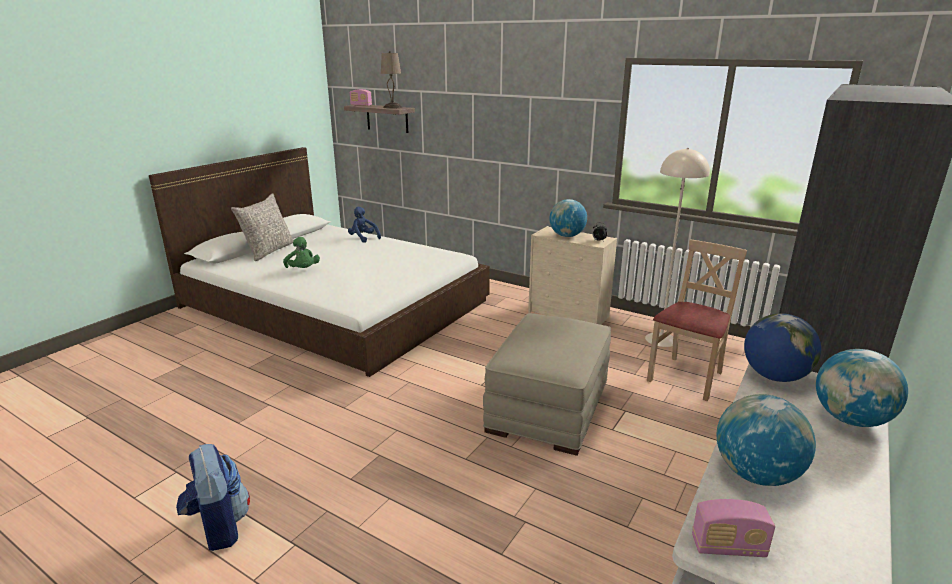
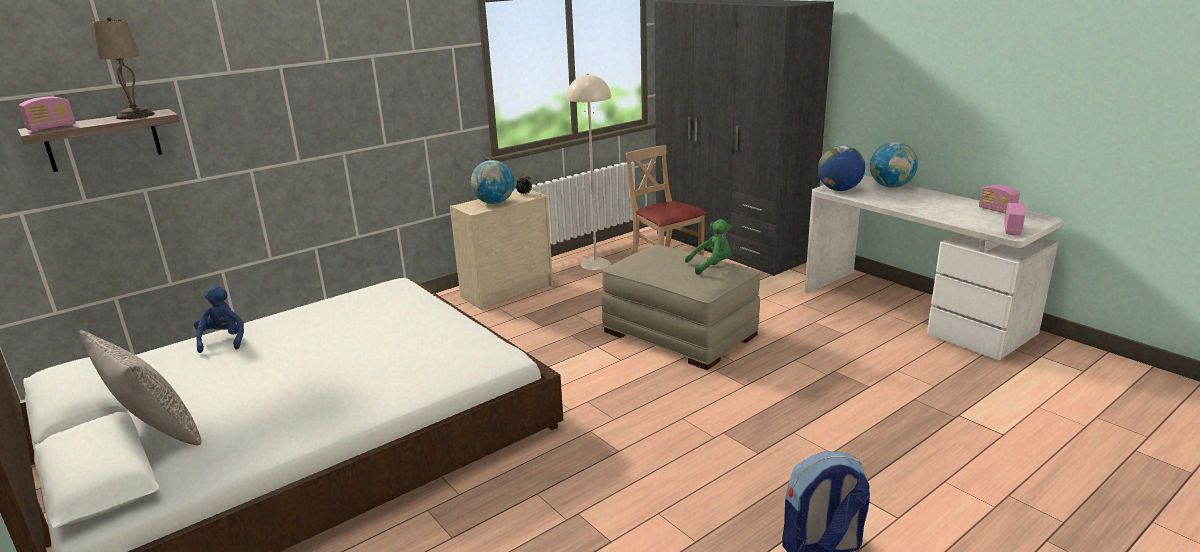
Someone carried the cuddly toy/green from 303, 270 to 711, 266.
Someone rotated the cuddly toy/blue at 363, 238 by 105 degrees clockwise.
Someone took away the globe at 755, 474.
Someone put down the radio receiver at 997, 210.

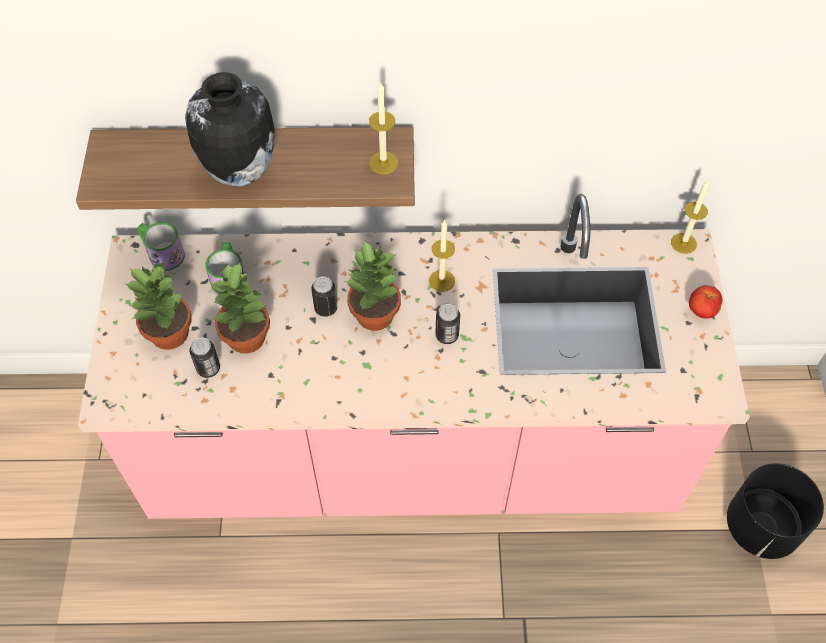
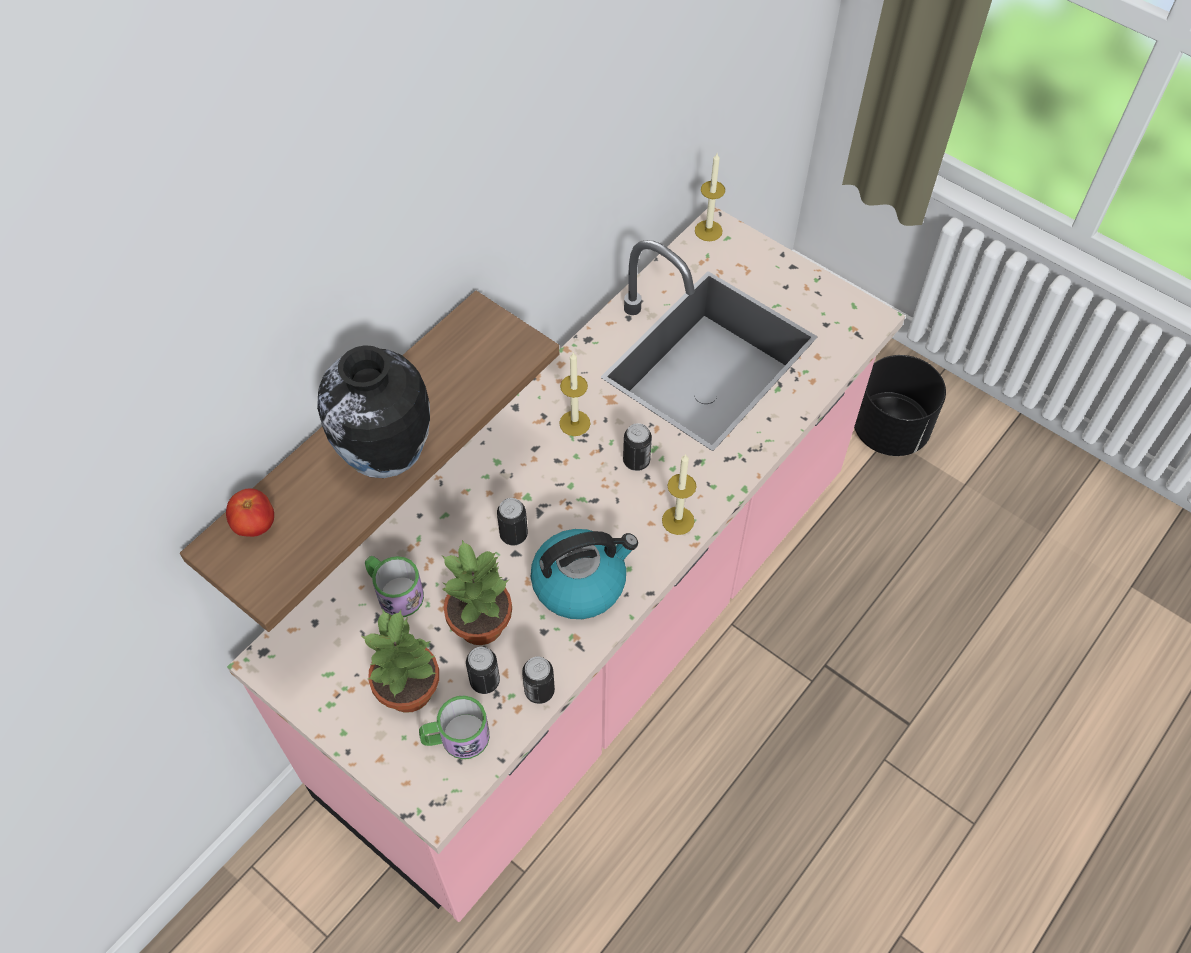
Someone carried the coffee mug from 162, 253 to 456, 738.
Someone took away the potted plant at 375, 316.
Someone carried the candle from 383, 163 to 678, 520.
Someone carried the fresh tomato from 701, 310 to 255, 525.
Someone put down the sealed can at 539, 691.
Someone put down the tea kettle at 580, 582.

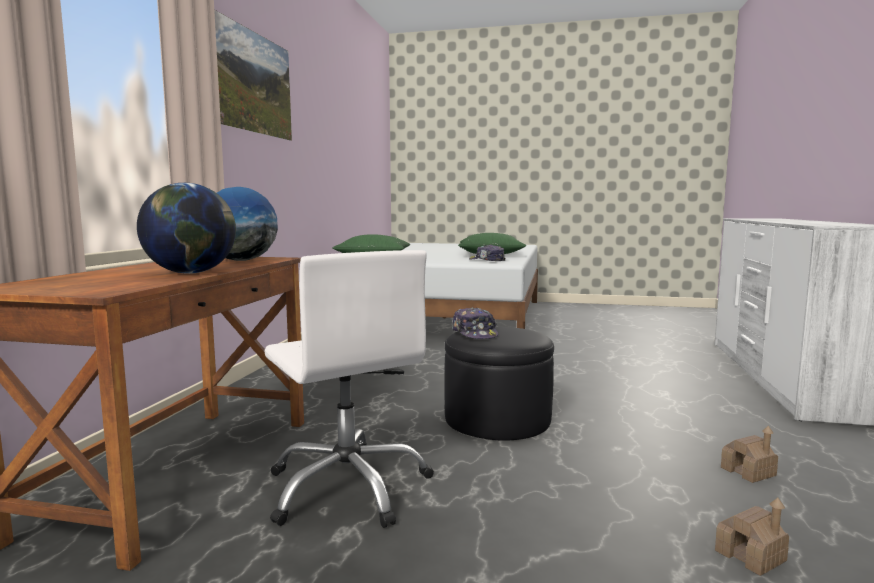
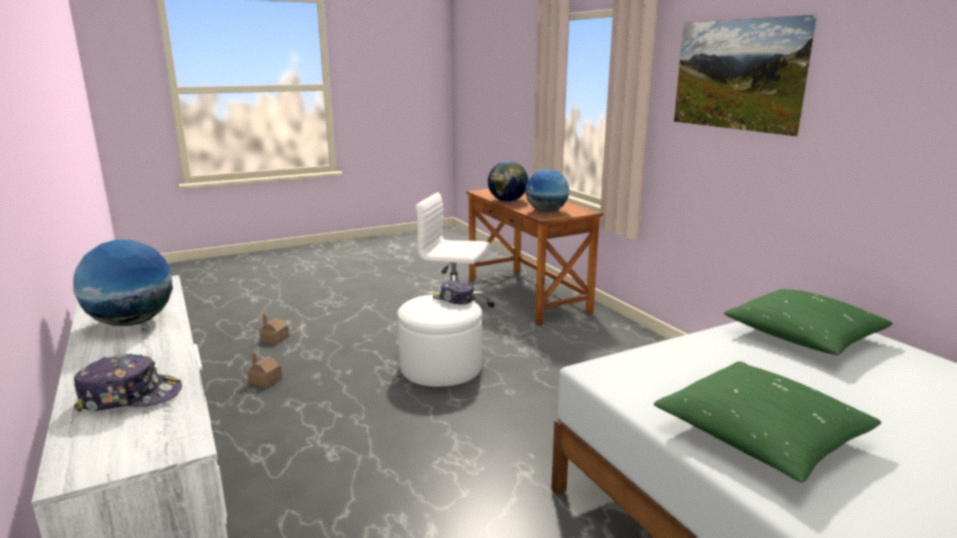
Someone repainted the pouffe/blackish at 497, 419, which became the pouffe/white-coloured at 441, 367.
Someone carried the peaked cap from 487, 261 to 130, 396.
Someone put down the globe at 132, 322.

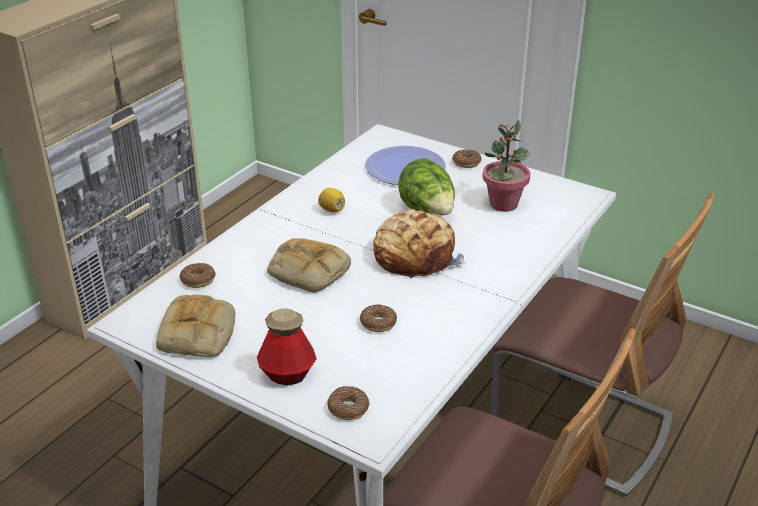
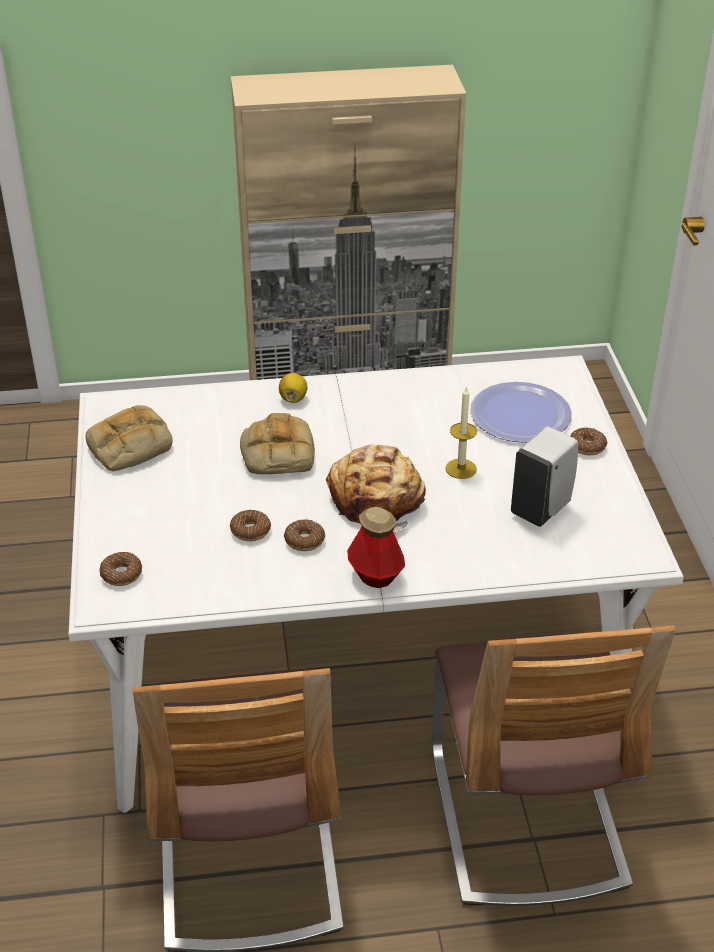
Someone carried the donut from 198, 280 to 304, 540.
Someone carried the drink bottle from 287, 374 to 375, 575.
Someone carried the citrus fruit from 332, 210 to 293, 398.
Someone swapped the head of lettuce at 428, 212 for the candle at 461, 469.
Someone swapped the potted plant at 503, 204 for the soap bottle/white-coloured at 542, 508.

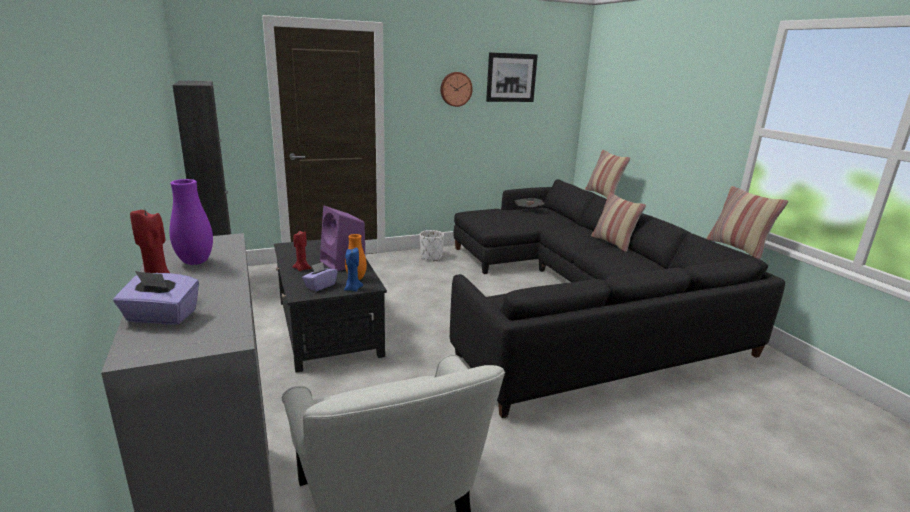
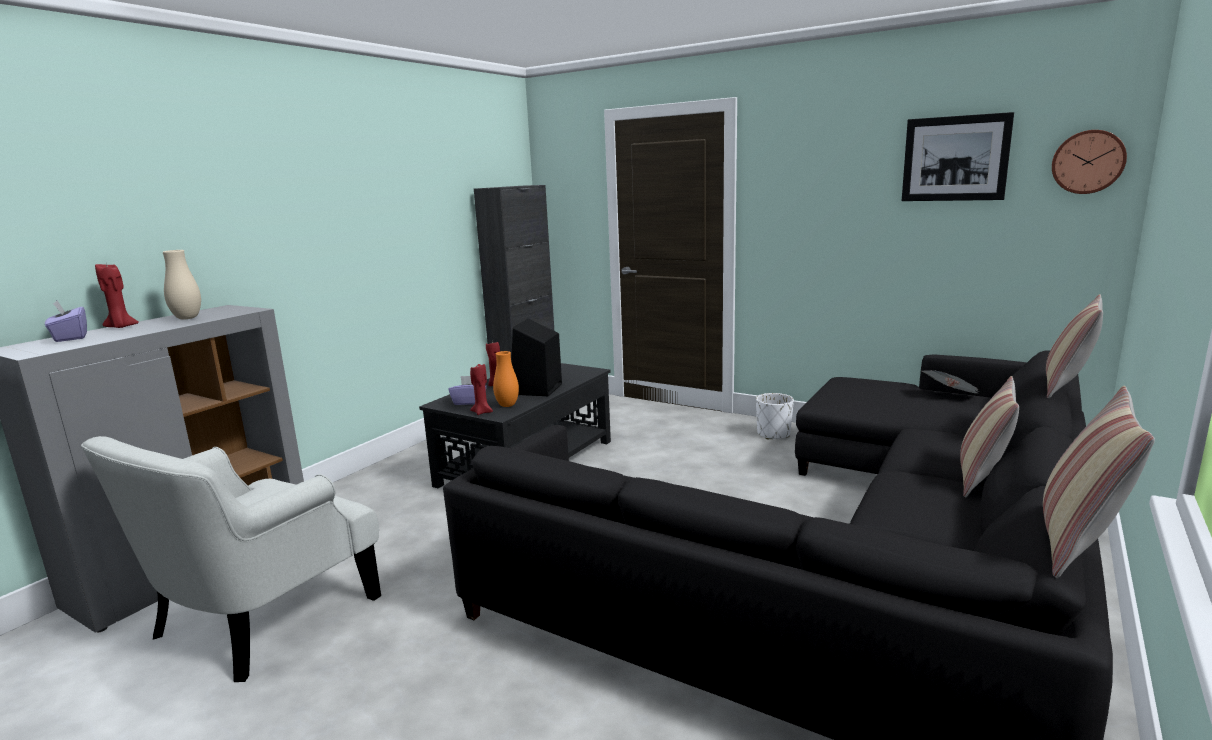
Someone repainted the decorative vase/purple at 195, 262, which became the decorative vase/beige-coloured at 187, 318.
Someone repainted the speaker/purple at 343, 263, which became the speaker/blackish at 536, 389.
Someone repainted the candle/blue at 352, 289, which became the candle/reddish at 482, 412.
Someone carried the hanging clock from 455, 89 to 1087, 162.

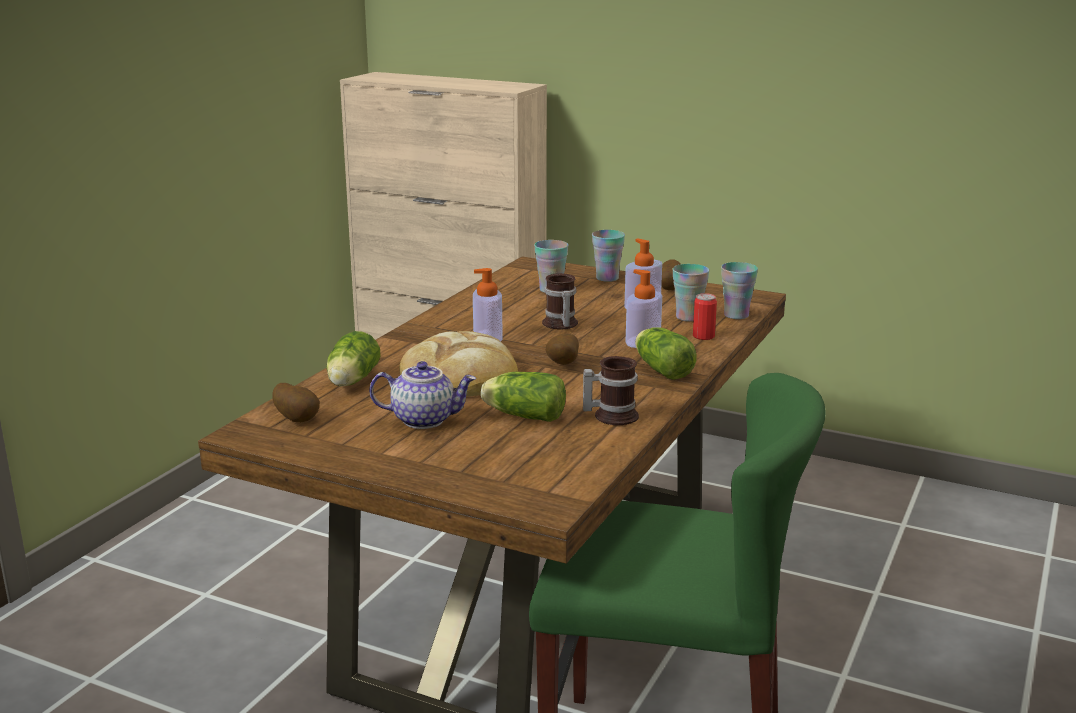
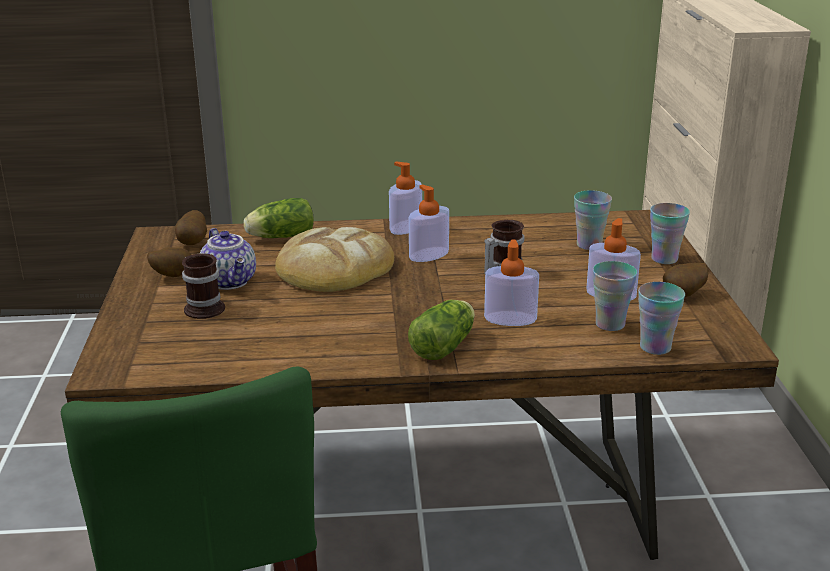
Someone took away the head of lettuce at 522, 416.
Someone carried the spud from 561, 365 to 172, 276.
Someone carried the coffee mug from 611, 415 to 204, 307.
Someone took away the sealed can at 703, 336.
Someone put down the soap bottle at 406, 227.

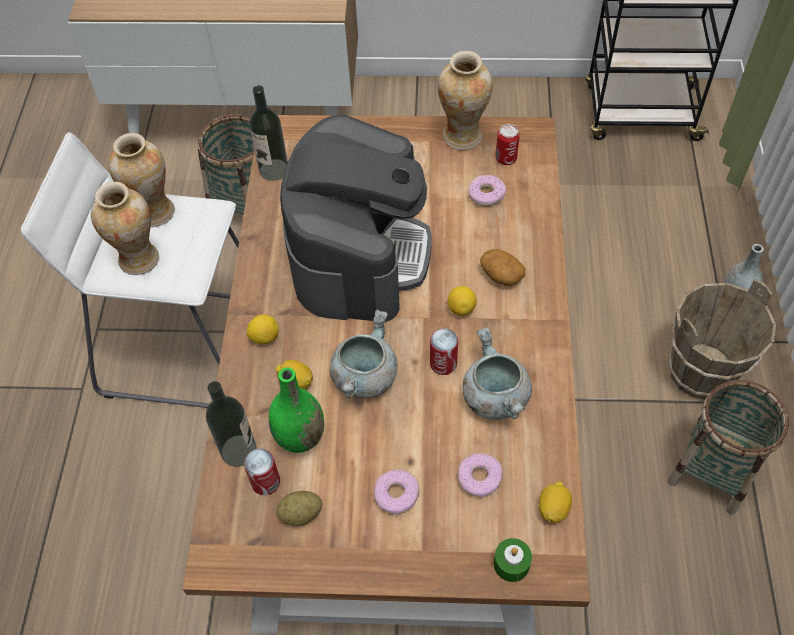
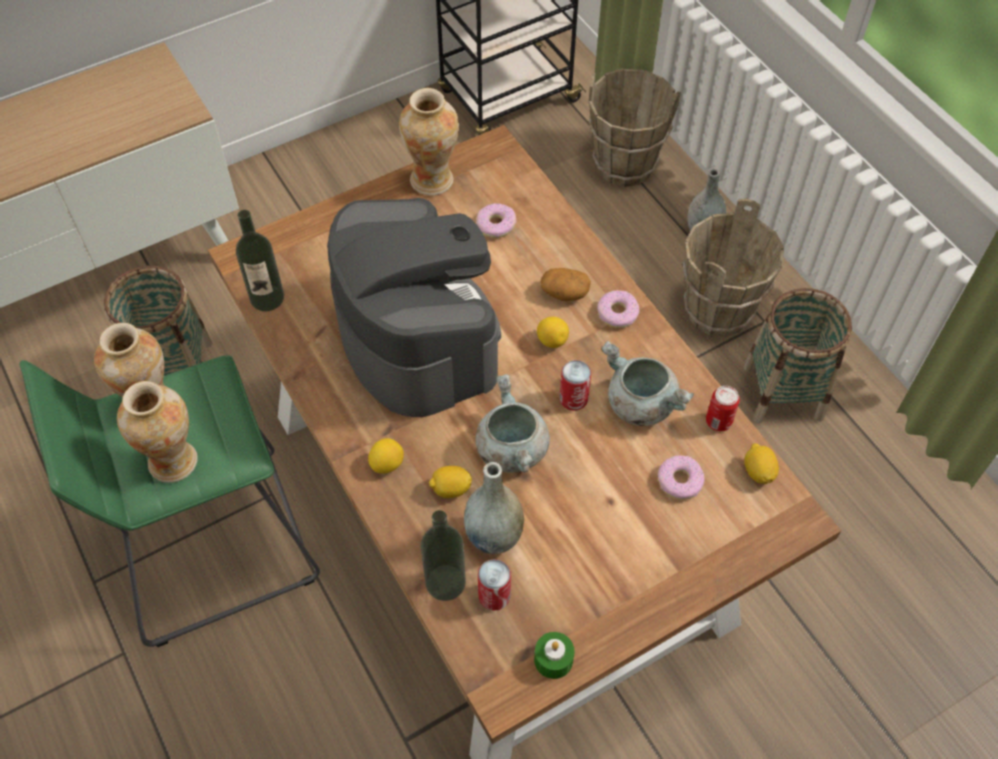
Someone repainted the stool/white-coloured at 187, 346, which became the stool/green at 212, 545.
Someone repainted the decorative vase/green at 300, 436, which became the decorative vase/greyish at 494, 536.
Someone took away the spud at 301, 514.
Someone carried the donut from 396, 494 to 617, 313.
Someone carried the candle/green from 511, 564 to 553, 659.
Someone carried the sealed can from 506, 158 to 718, 421.
Someone put down the bucket/brown at 624, 164.

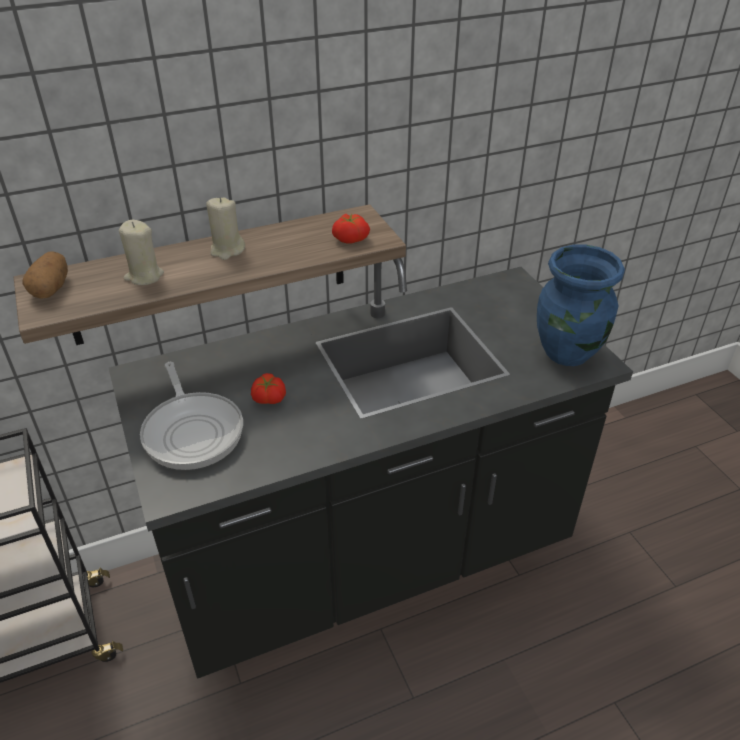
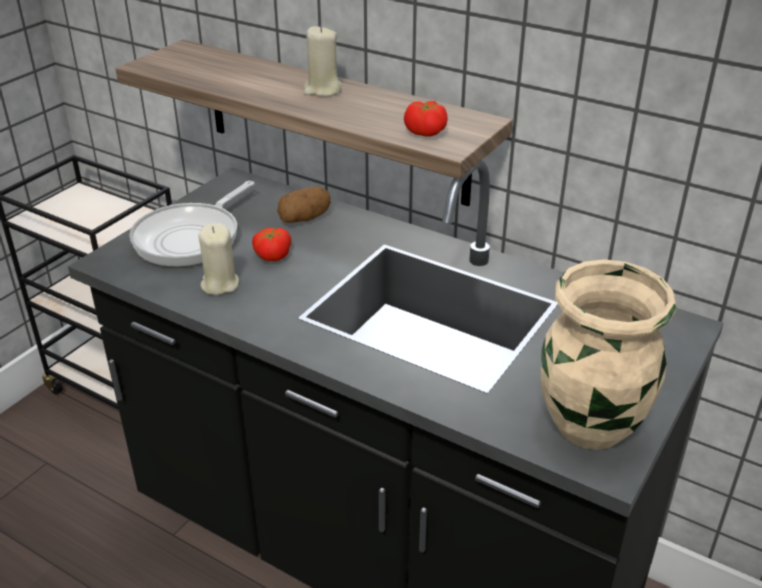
Someone carried the spud from 51, 289 to 304, 218.
Someone carried the candle/beige-coloured from 144, 276 to 219, 284.
Someone repainted the decorative vase/blue at 568, 353, which became the decorative vase/beige-coloured at 590, 427.

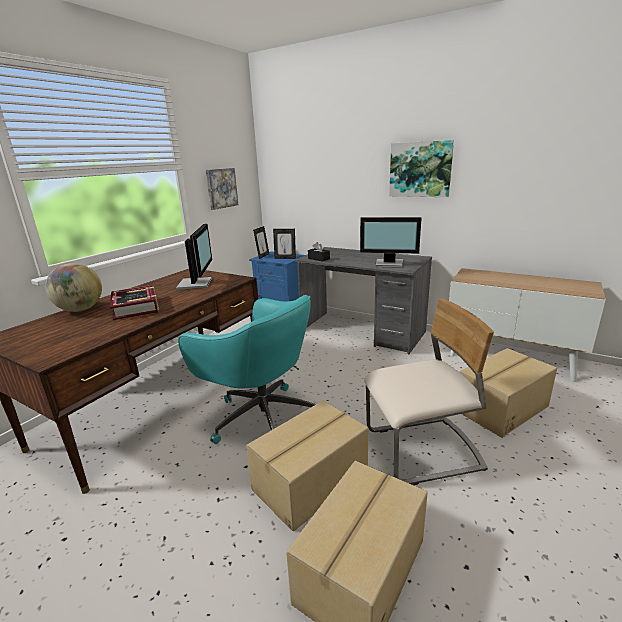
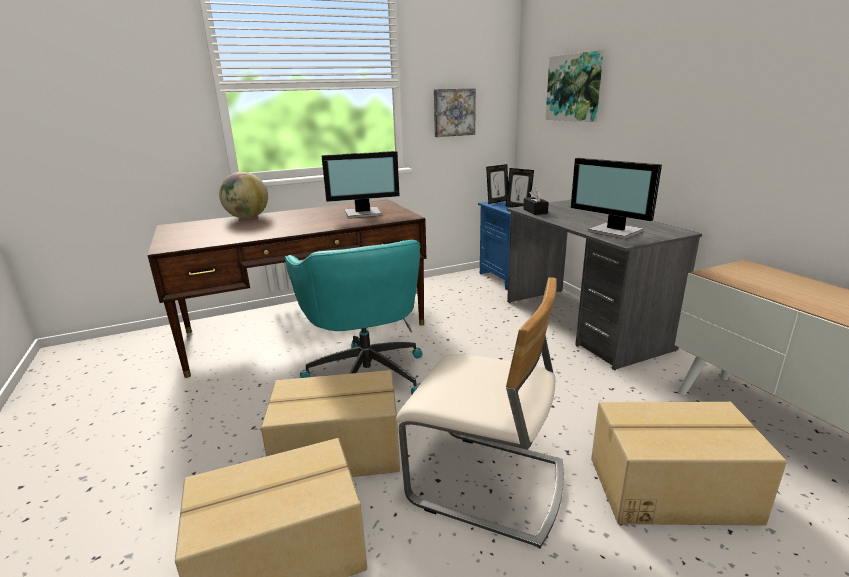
Someone took away the book at 136, 308.
Someone rotated the computer screen at 196, 283 by 45 degrees clockwise.
Someone carried the picture from 420, 169 to 574, 87.

